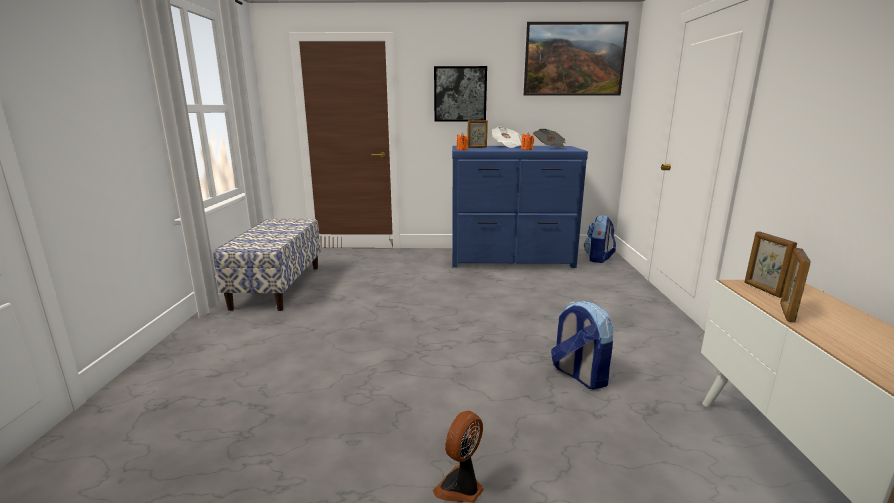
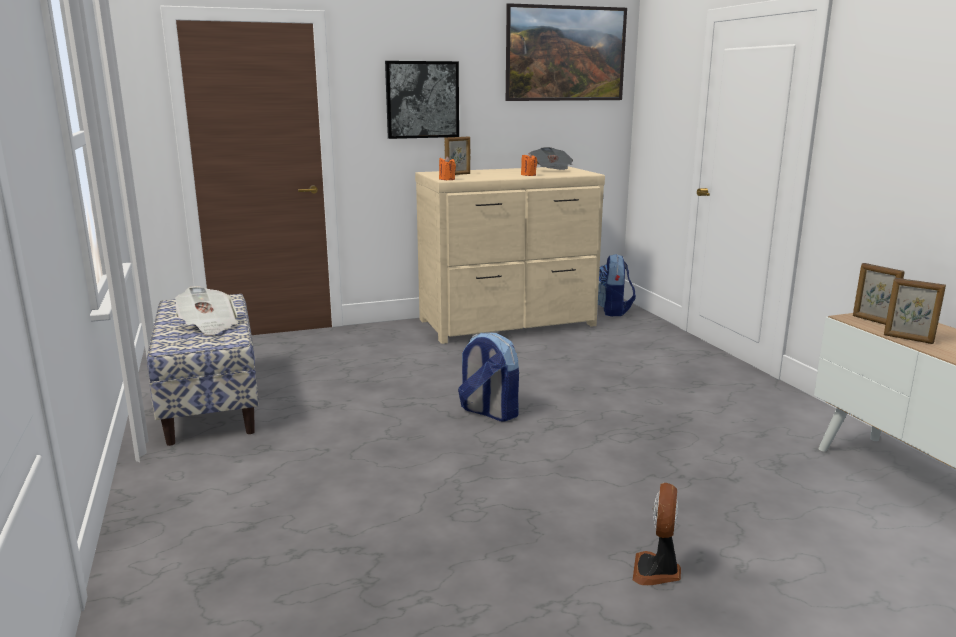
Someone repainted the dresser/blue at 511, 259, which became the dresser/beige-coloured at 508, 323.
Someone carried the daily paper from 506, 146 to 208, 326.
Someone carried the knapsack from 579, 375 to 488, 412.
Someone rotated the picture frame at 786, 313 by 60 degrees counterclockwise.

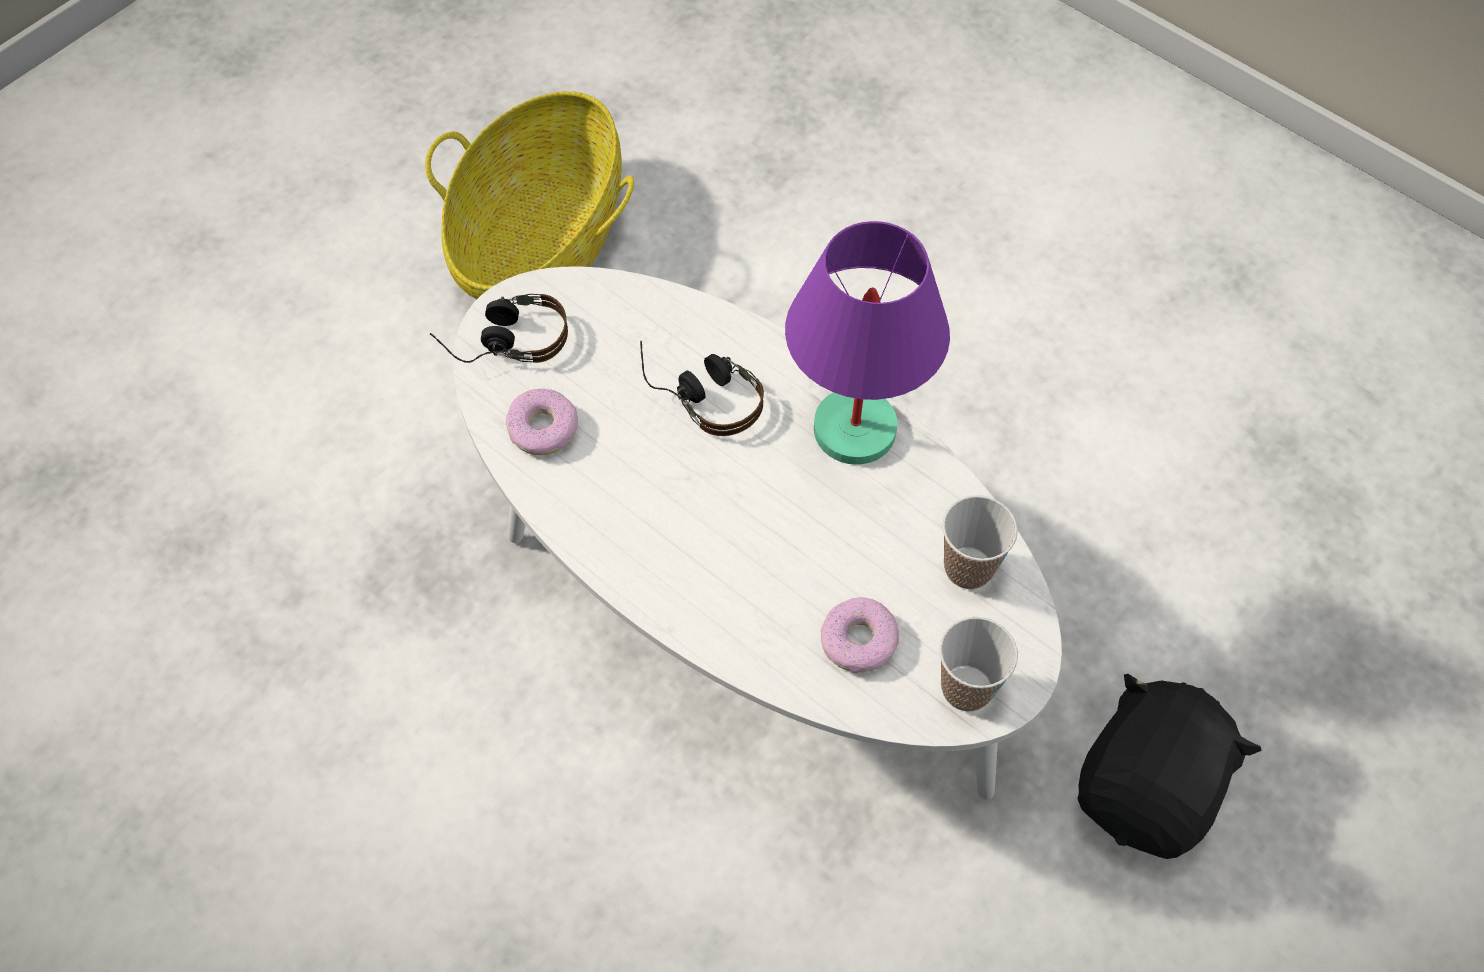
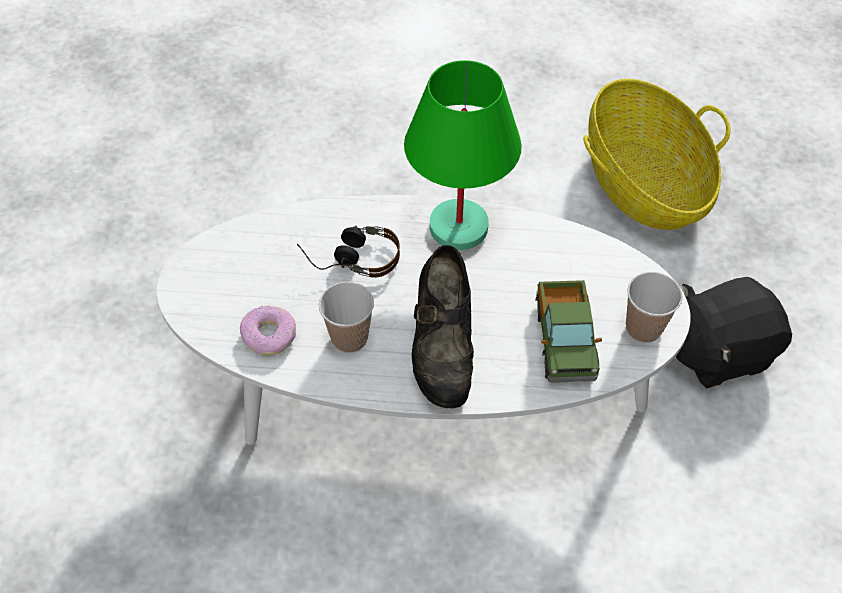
Someone carried the basket from 539, 240 to 643, 183.
Someone took away the pair of headphones at 503, 340.
Someone repainted the lamp for a table/purple at 853, 428, which became the lamp for a table/green at 457, 227.
Someone swapped the donut at 859, 641 for the toy truck at 564, 340.
Someone carried the cup from 968, 568 to 349, 338.
Someone rotated the cuddly toy/blackish at 1148, 789 by 105 degrees counterclockwise.
Someone put down the shoe/blackish at 443, 349.

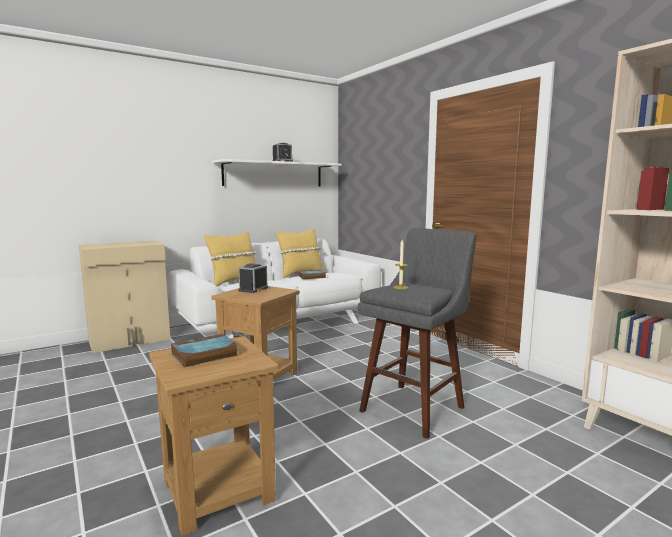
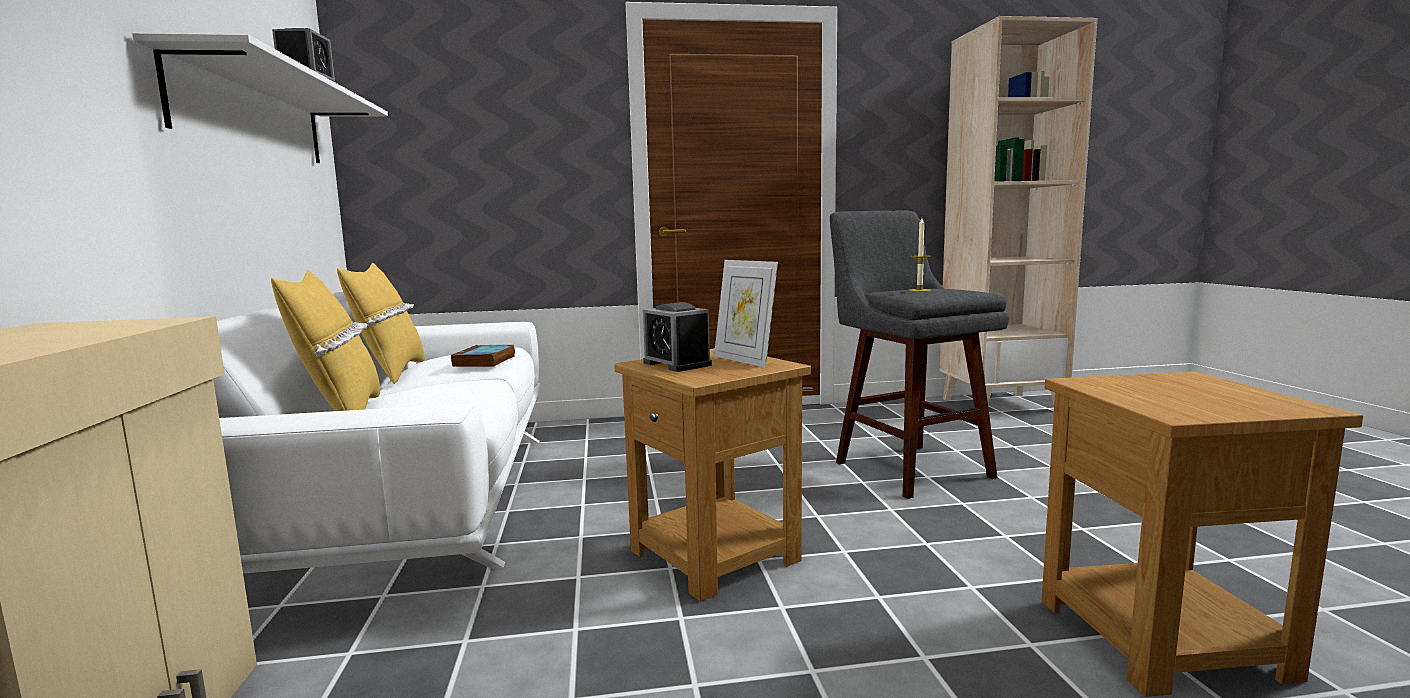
Someone took away the book at 203, 355.
Someone put down the picture frame at 745, 360.

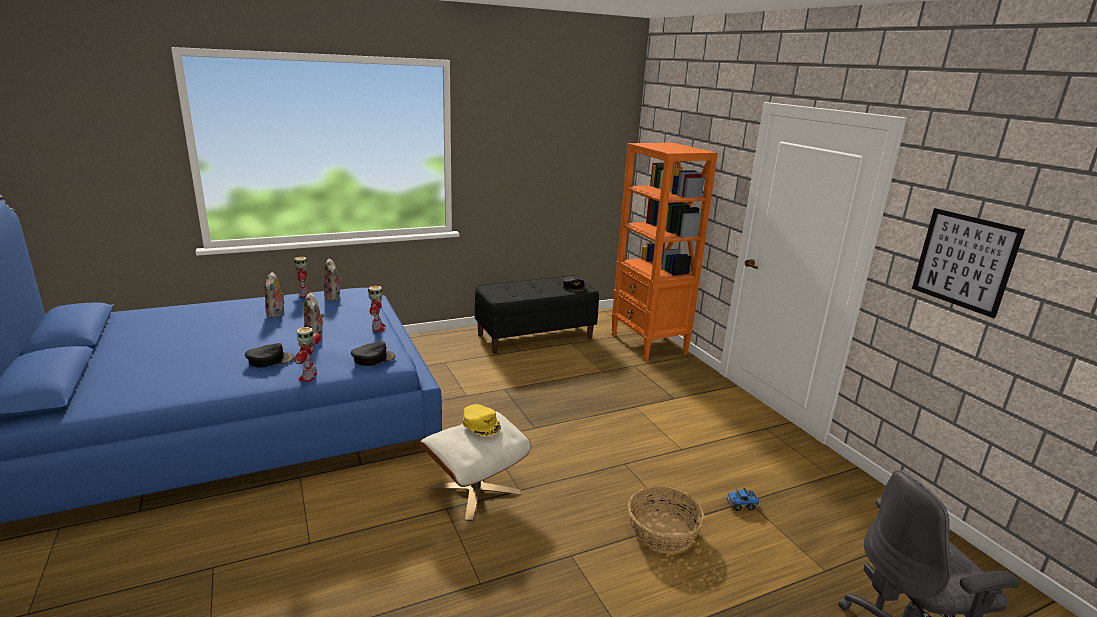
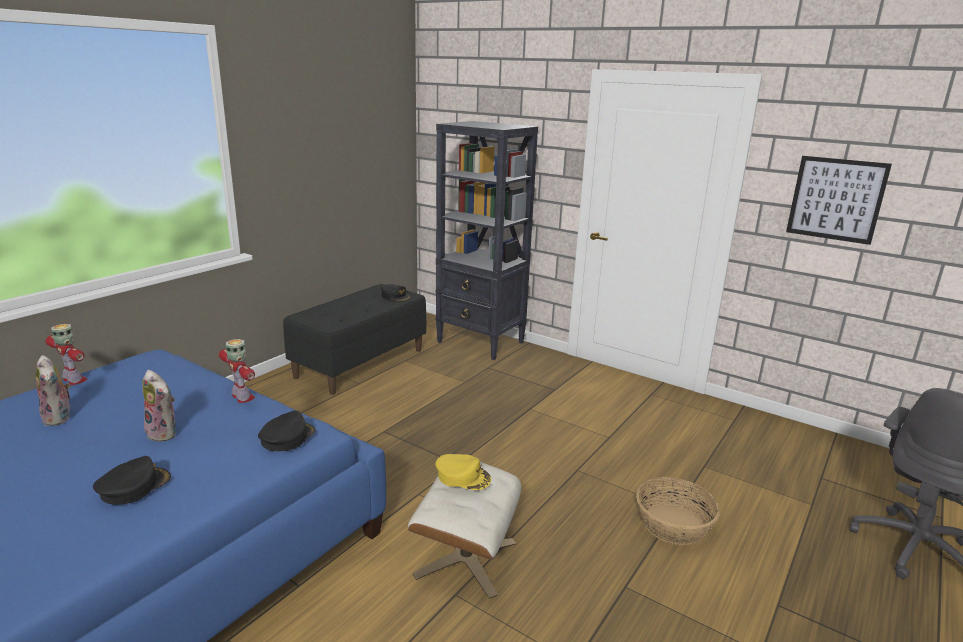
Someone took away the robot figure at 309, 376.
Someone took away the cuddly toy at 334, 297.
Someone repainted the shelving unit/orangey at 648, 344, which became the shelving unit/blackish at 481, 342.
Someone took away the toy truck at 741, 505.

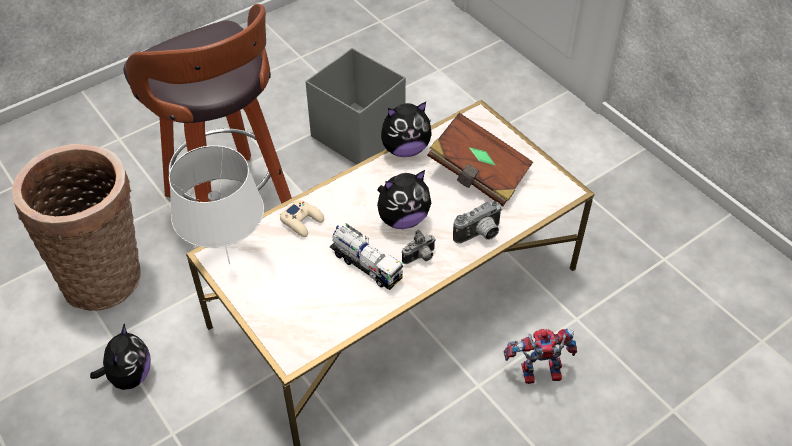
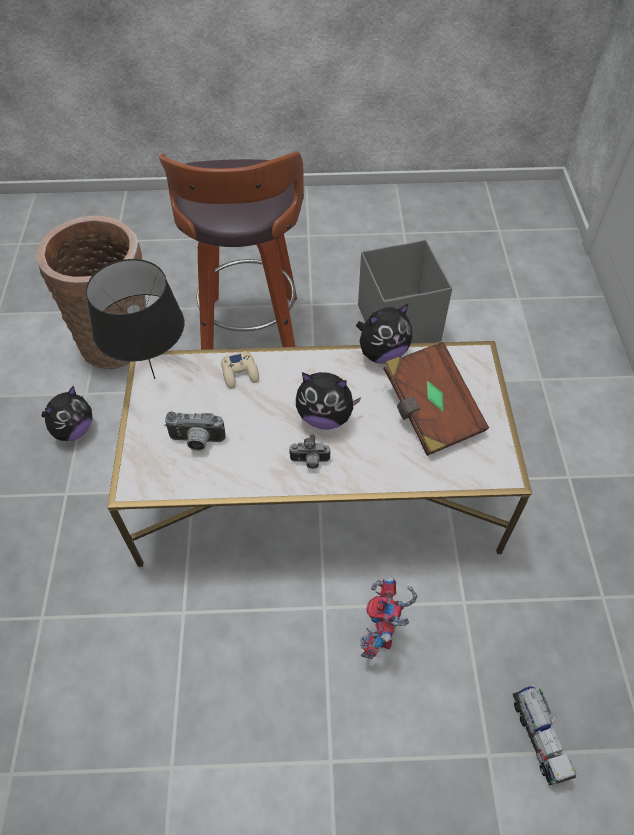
Someone repainted the lamp for a table/white-coloured at 228, 264, which became the lamp for a table/blackish at 153, 378.
Someone carried the toy truck from 366, 265 to 538, 737.
Someone rotated the cuddly toy at 405, 149 by 45 degrees counterclockwise.
Someone carried the photo camera from 480, 235 to 196, 442.
Someone rotated the robot figure at 537, 375 by 105 degrees counterclockwise.

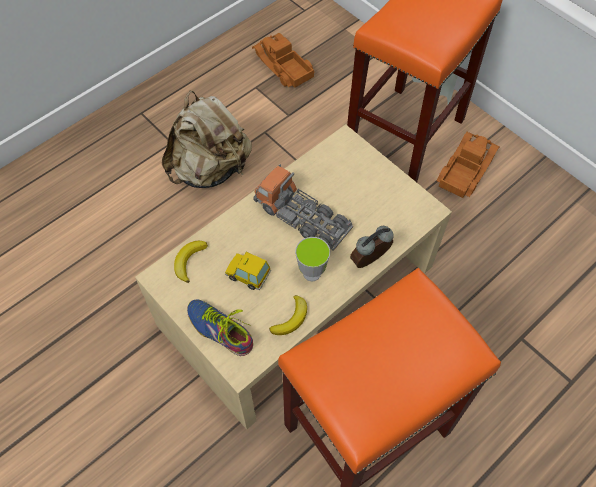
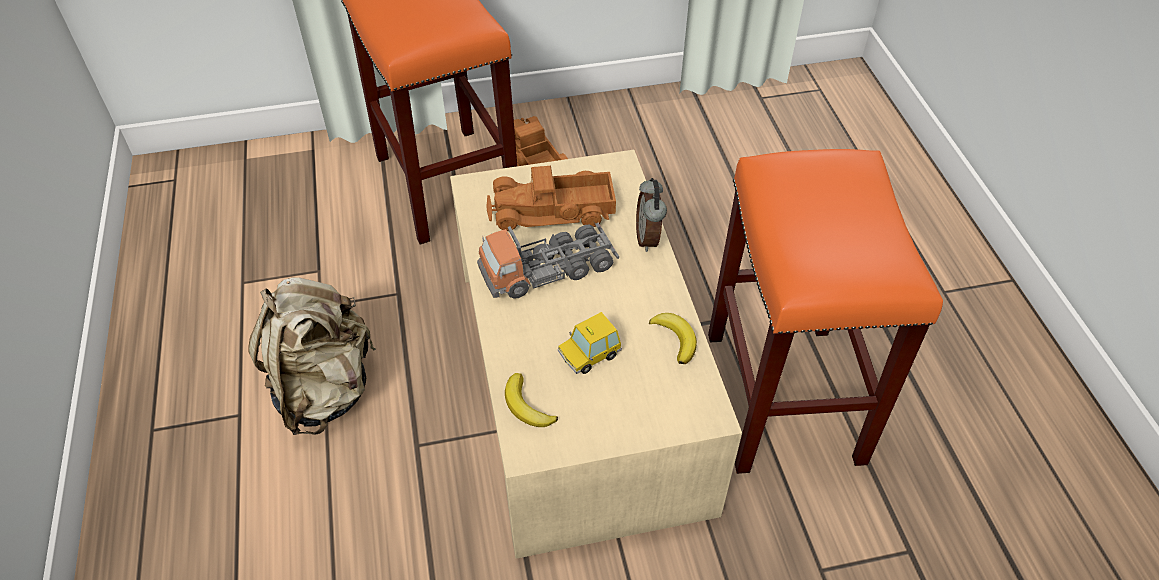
Someone took away the shoe at 221, 327.
Someone carried the toy truck from 283, 67 to 552, 212.
Someone took away the cup at 312, 273.

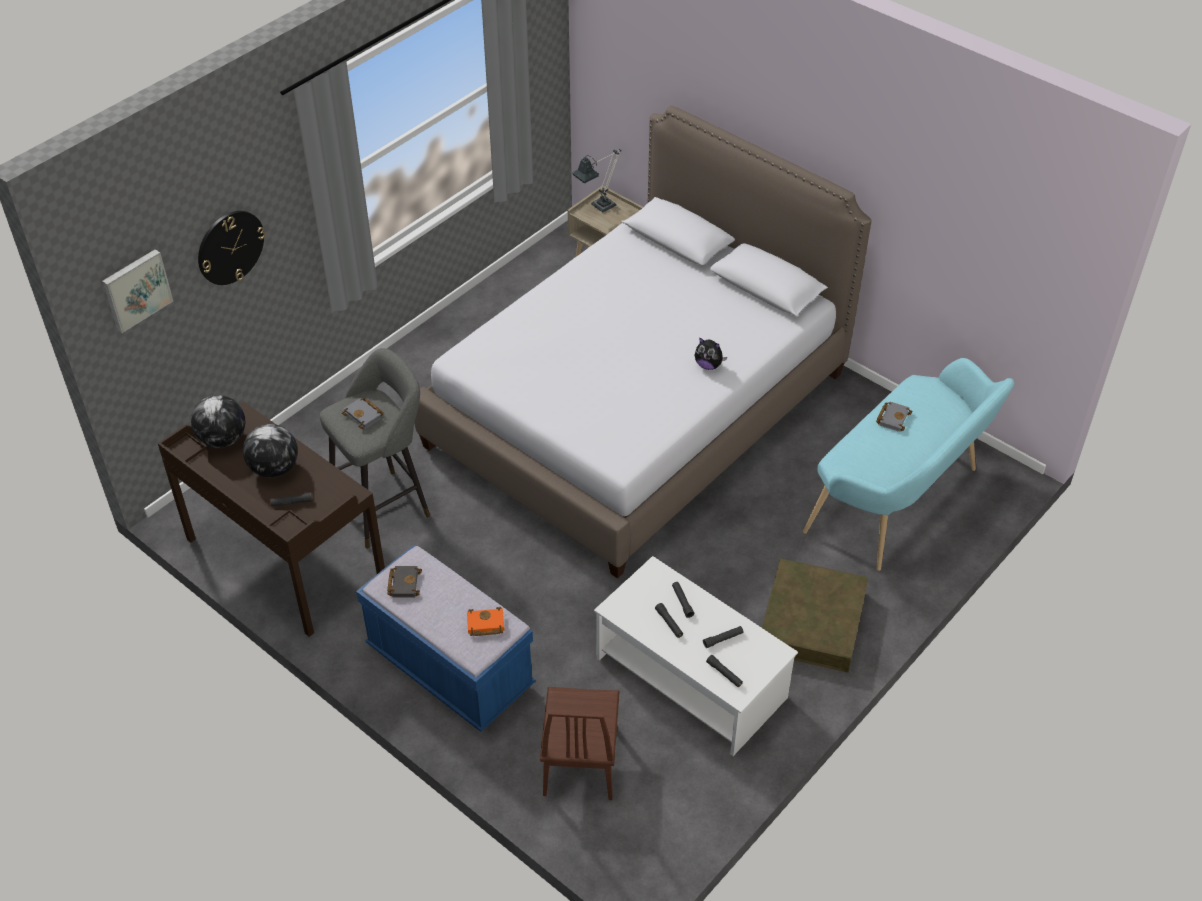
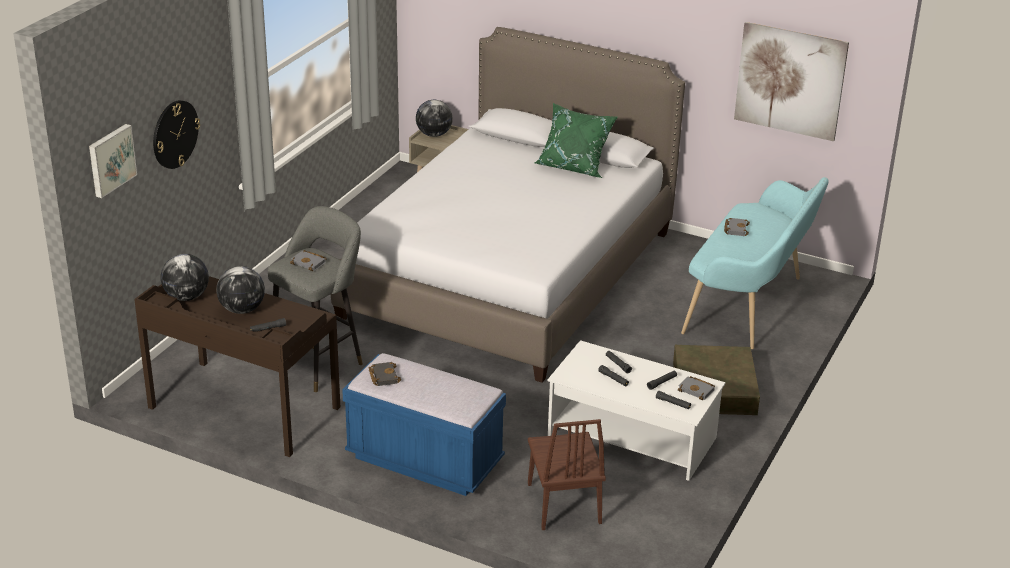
Someone took away the book/orangey at 484, 625.
Someone swapped the lamp for a table at 599, 207 for the globe at 434, 134.
Someone took away the cuddly toy at 708, 365.
Someone put down the throw pillow/green at 574, 166.
Someone put down the book/greyish at 697, 390.
Someone put up the picture at 790, 81.

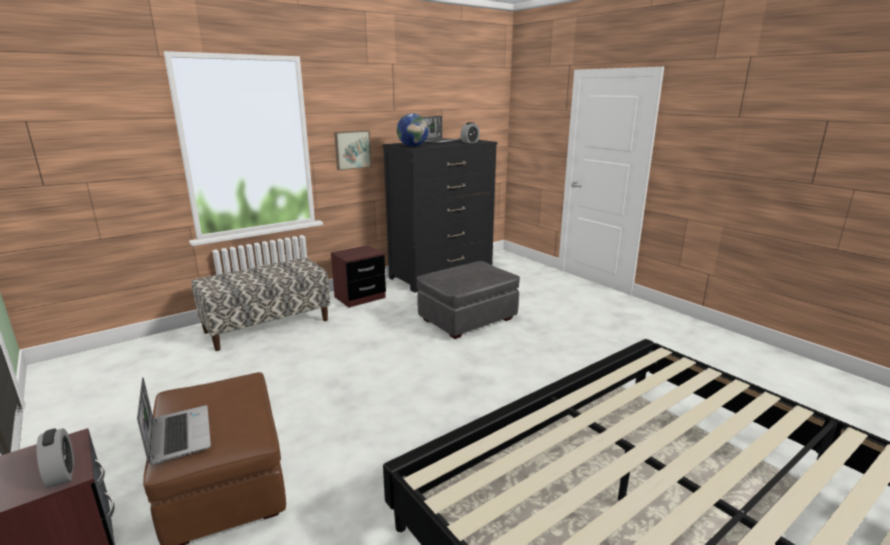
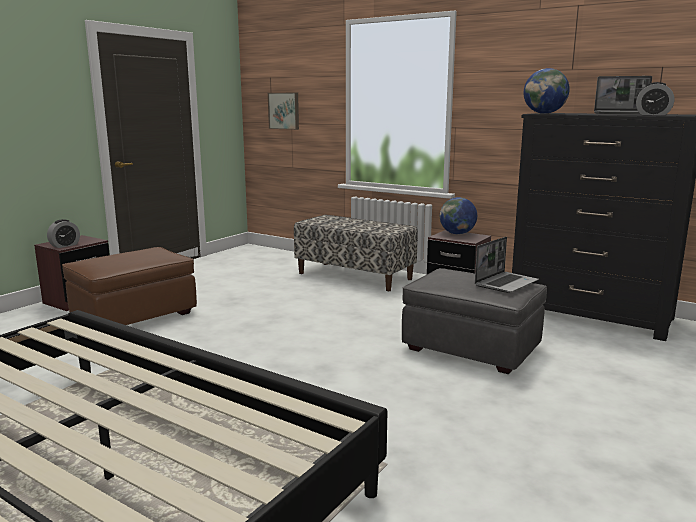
Someone carried the laptop from 178, 435 to 506, 283.
Someone carried the picture from 352, 149 to 284, 111.
Someone put down the globe at 457, 234.

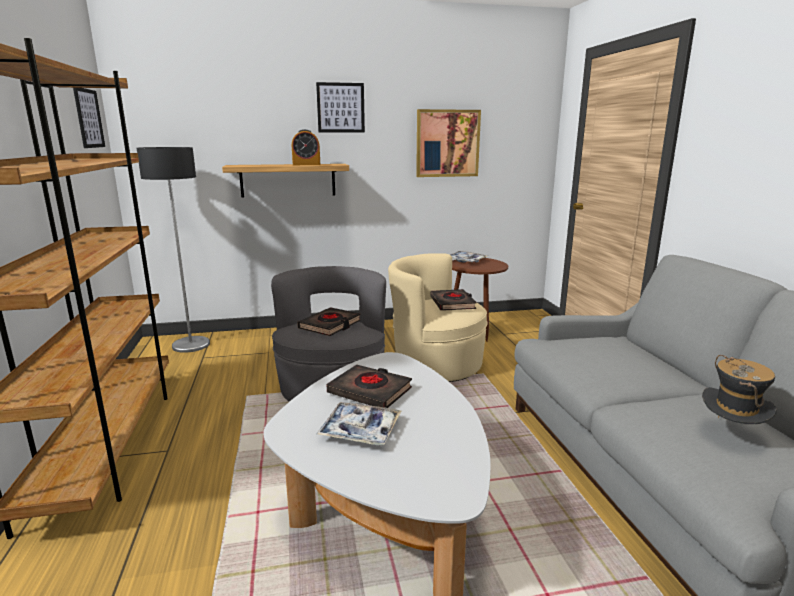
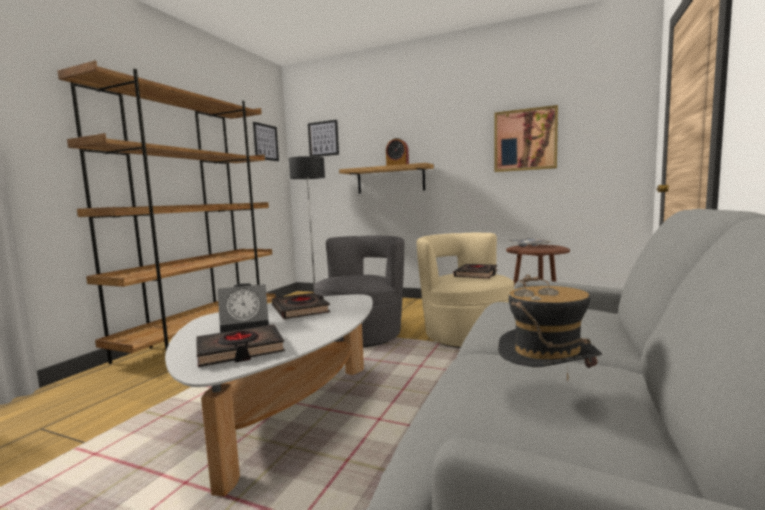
Someone carried the book/blackish from 330, 325 to 240, 351.
Someone carried the picture from 340, 107 to 323, 138.
Someone swapped the tray at 360, 430 for the table clock at 247, 326.

